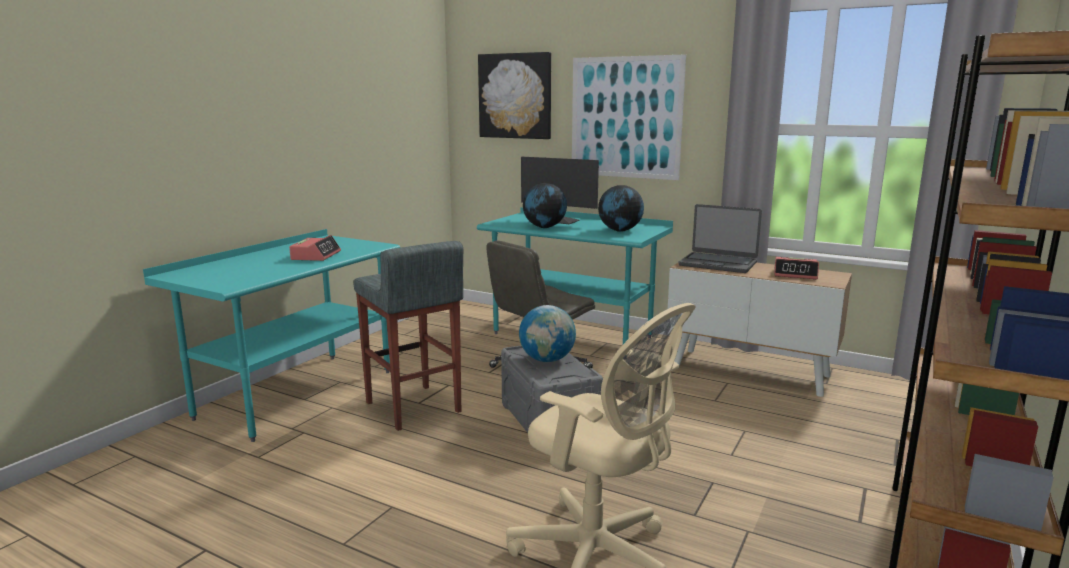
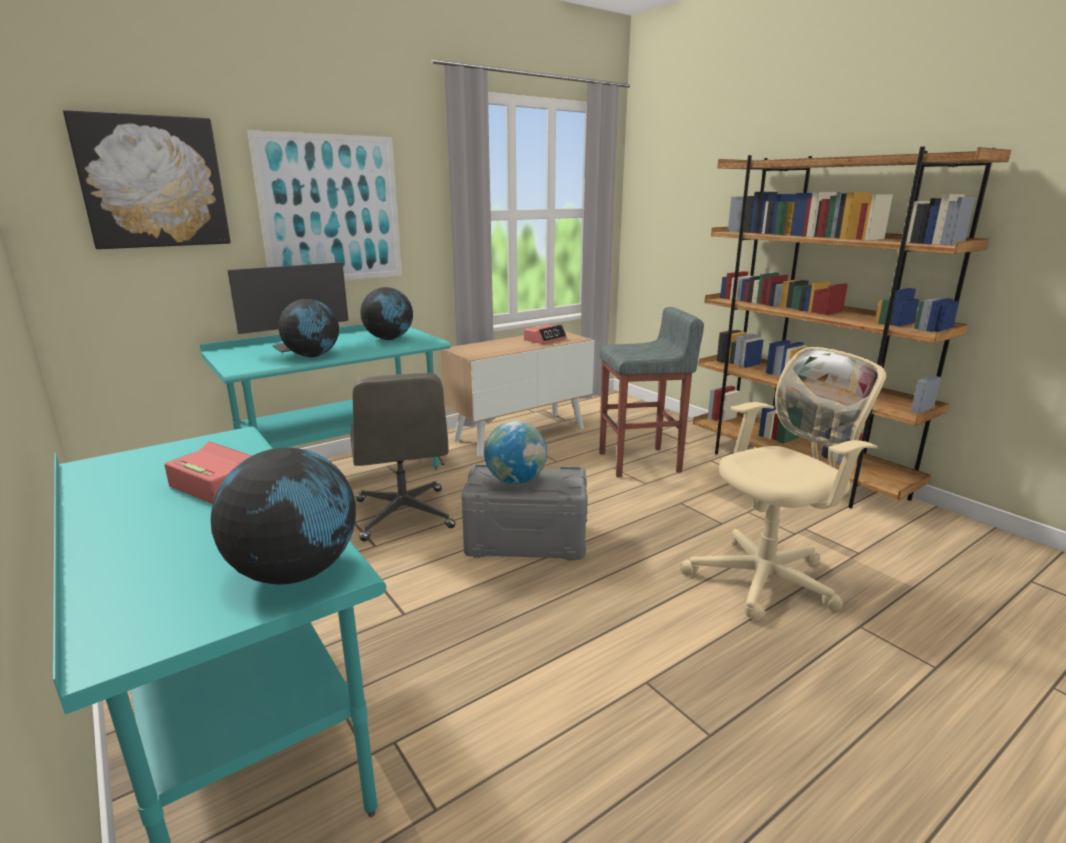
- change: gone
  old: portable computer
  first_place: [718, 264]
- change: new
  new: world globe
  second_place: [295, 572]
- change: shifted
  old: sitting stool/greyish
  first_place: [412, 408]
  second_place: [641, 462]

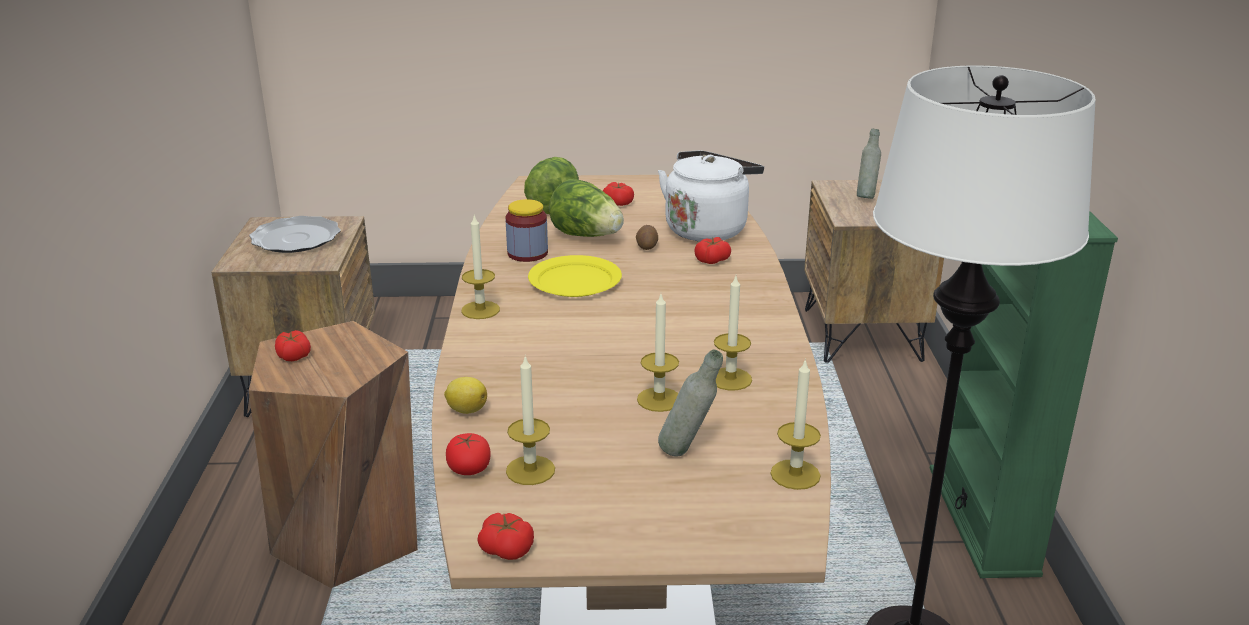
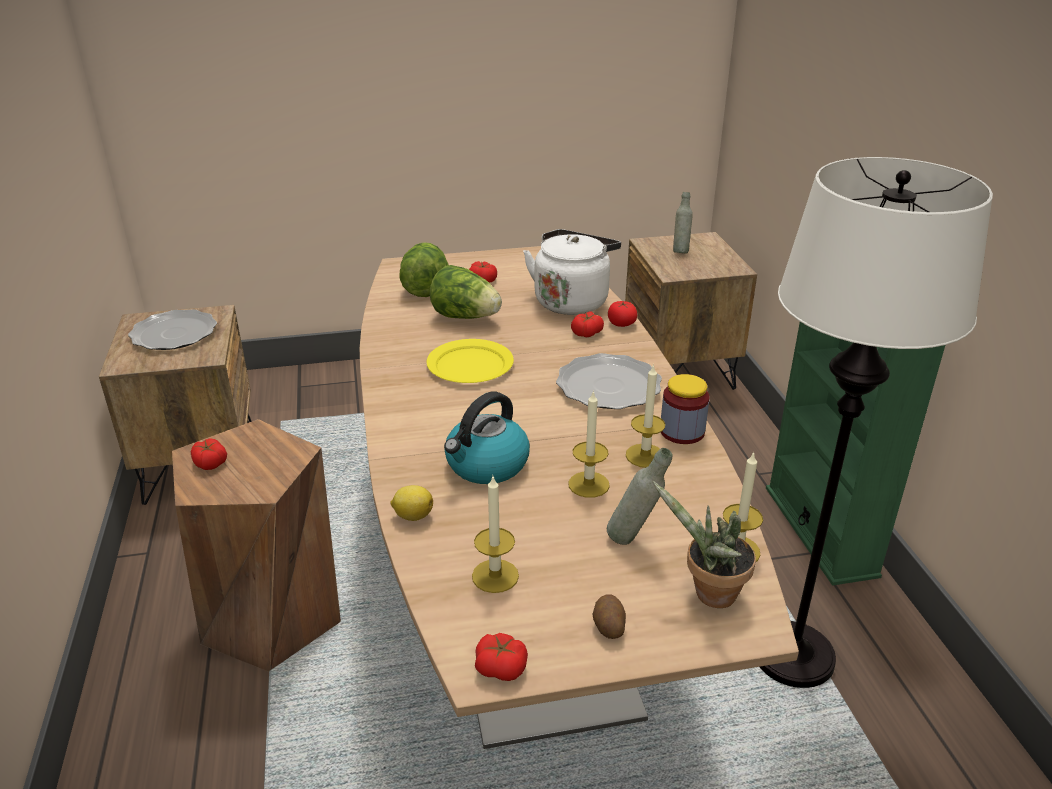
- change: gone
  old: wax candle
  first_place: [480, 310]
- change: new
  new: water kettle
  second_place: [486, 465]
- change: new
  new: plate
  second_place: [609, 386]
- change: new
  new: plant in a pot
  second_place: [709, 594]
- change: shifted
  old: whole tomato
  first_place: [469, 468]
  second_place: [621, 323]
- change: shifted
  old: preserve jar
  first_place: [527, 253]
  second_place: [682, 431]
- change: shifted
  old: spud
  first_place: [646, 246]
  second_place: [608, 626]

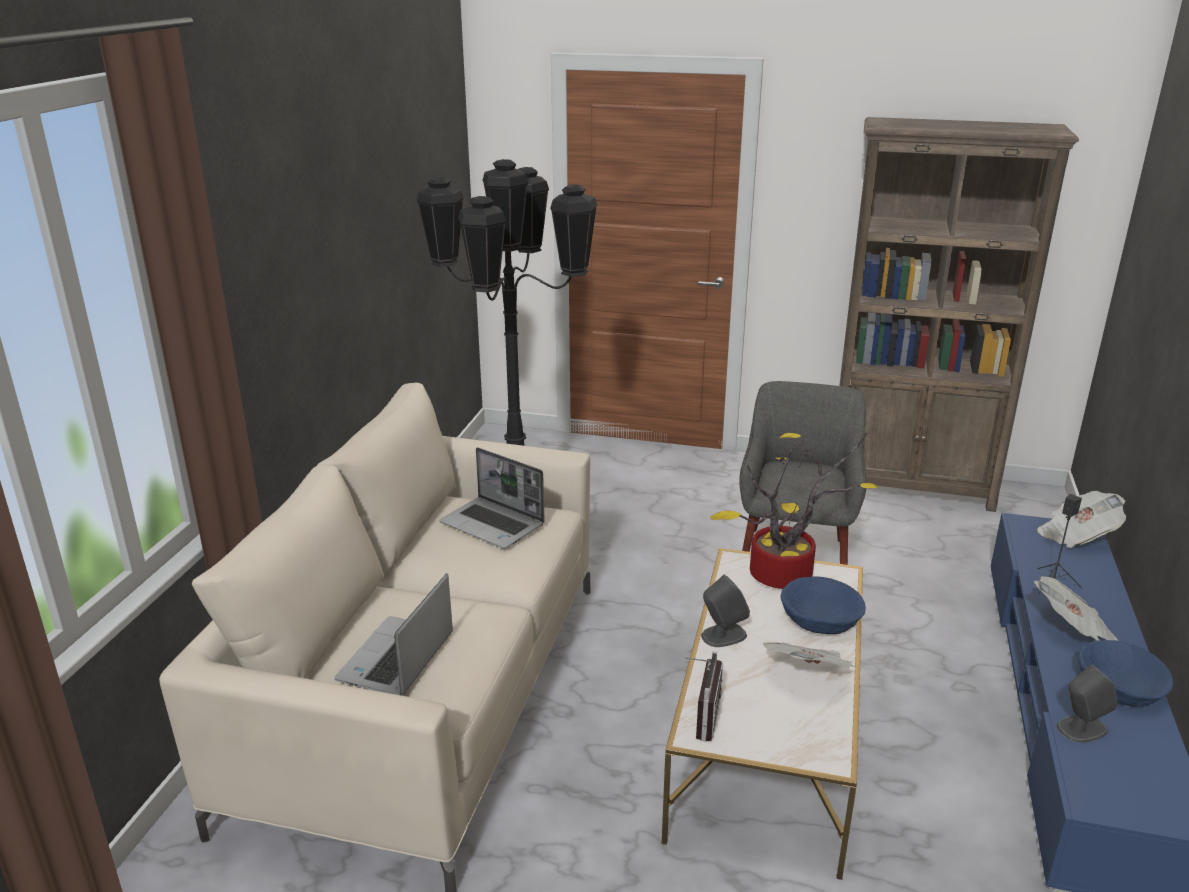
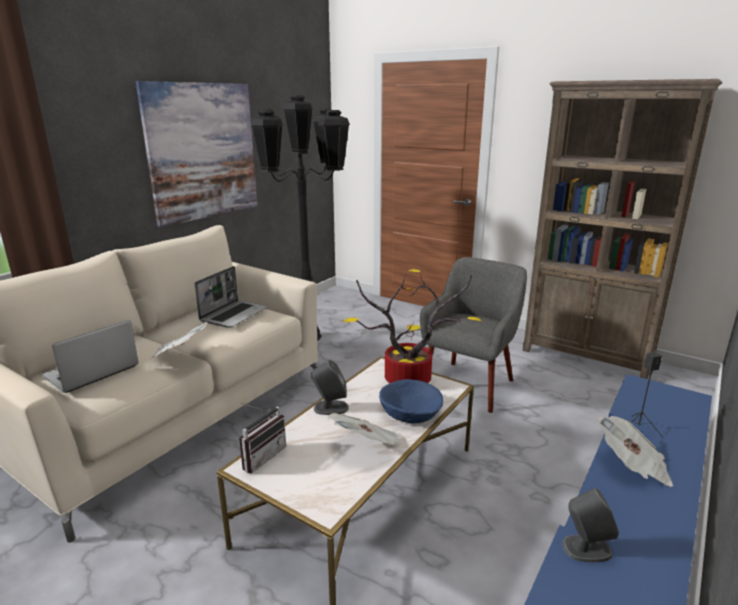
- change: gone
  old: bowl/blue
  first_place: [1118, 686]
- change: new
  new: wall art
  second_place: [203, 152]
- change: shifted
  old: newspaper
  first_place: [1077, 535]
  second_place: [180, 355]
- change: rotated
  old: portable computer
  first_place: [494, 524]
  second_place: [234, 315]
  degrees: -120

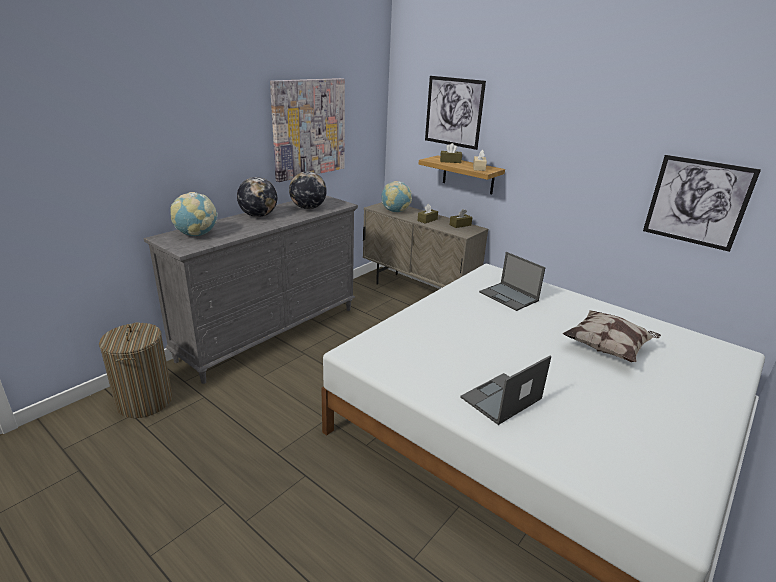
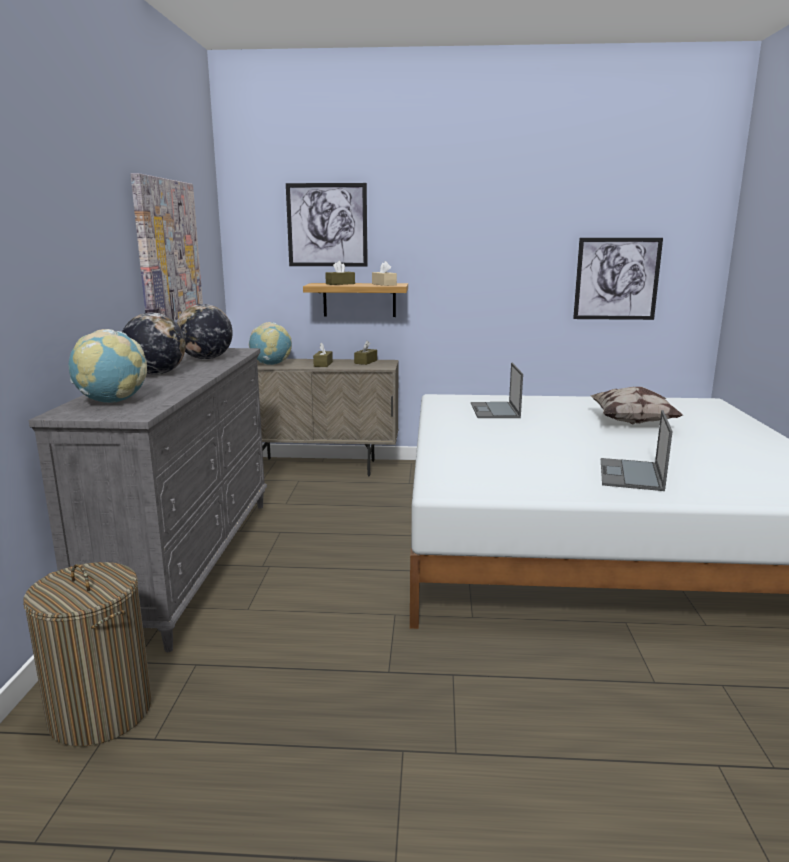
- change: rotated
  old: portable computer
  first_place: [509, 297]
  second_place: [495, 411]
  degrees: 75

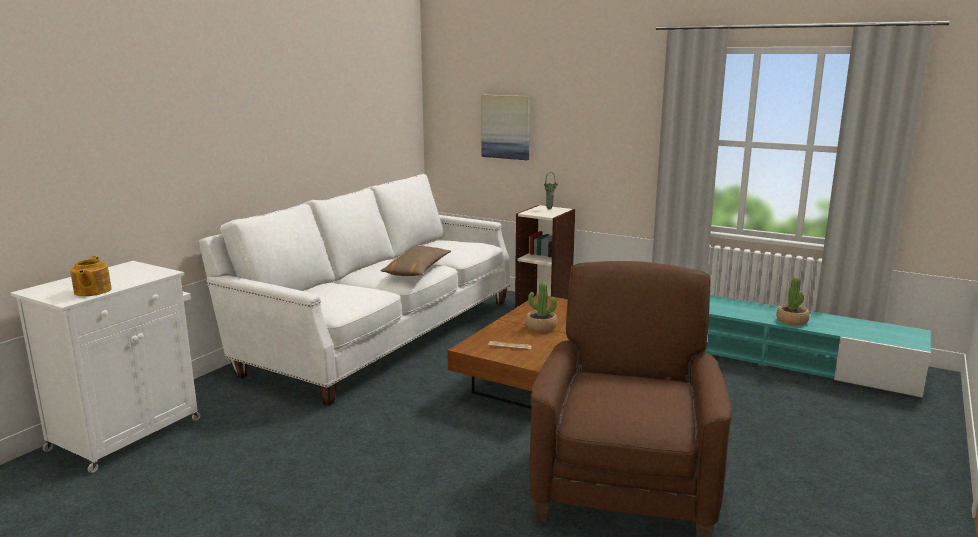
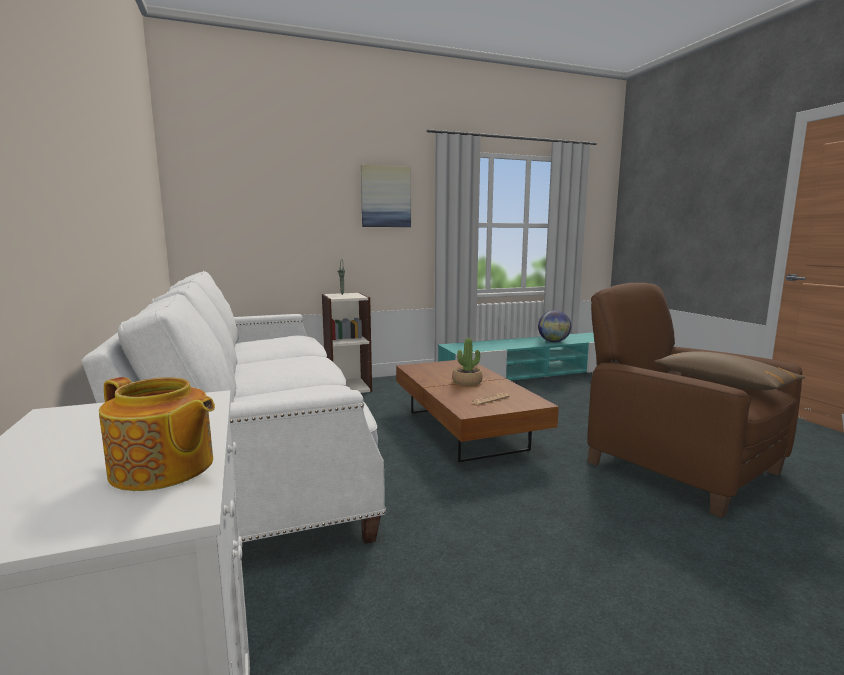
- change: shifted
  old: pillow/brownish
  first_place: [417, 270]
  second_place: [722, 382]
- change: shifted
  old: wall art
  first_place: [506, 127]
  second_place: [385, 197]
- change: swapped
  old: plant in a pot
  new: world globe
  first_place: [792, 321]
  second_place: [553, 341]

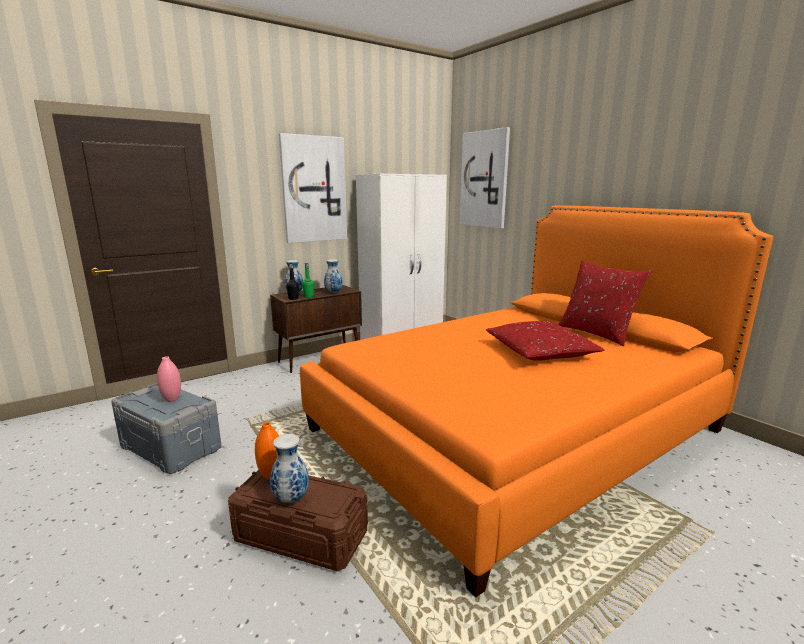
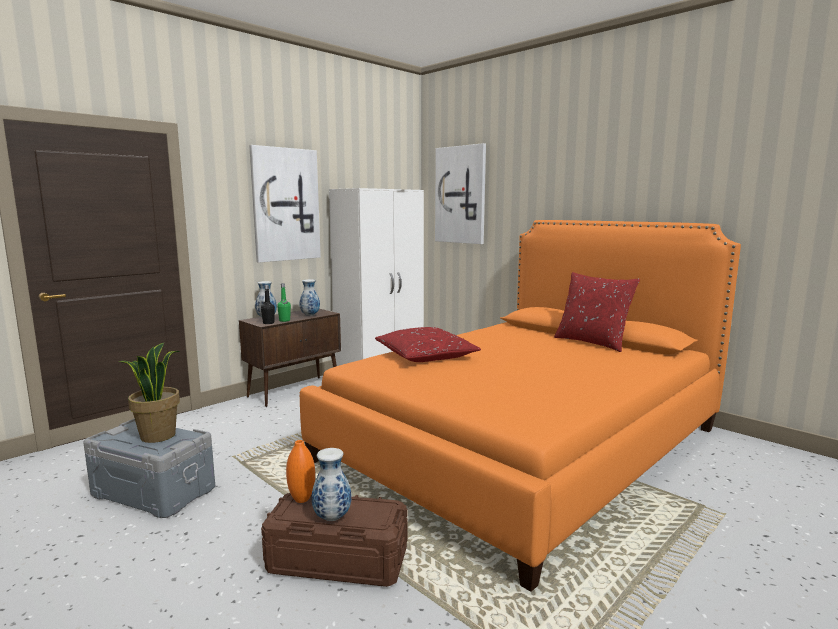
- change: shifted
  old: pillow/red-coloured
  first_place: [540, 351]
  second_place: [425, 356]
- change: swapped
  old: vase/pinkish
  new: plant in a pot
  first_place: [172, 400]
  second_place: [158, 435]

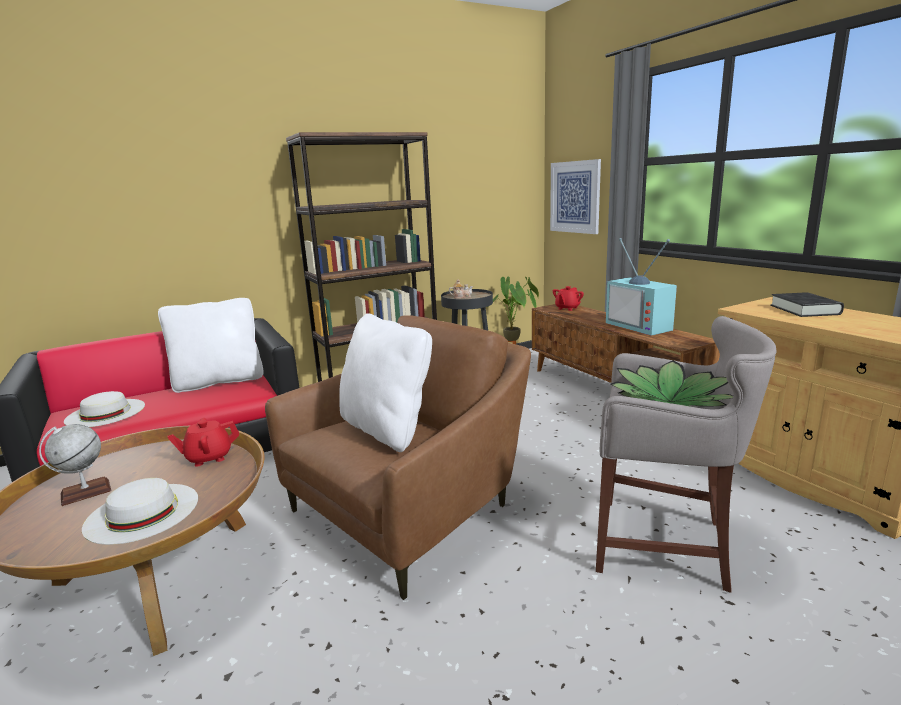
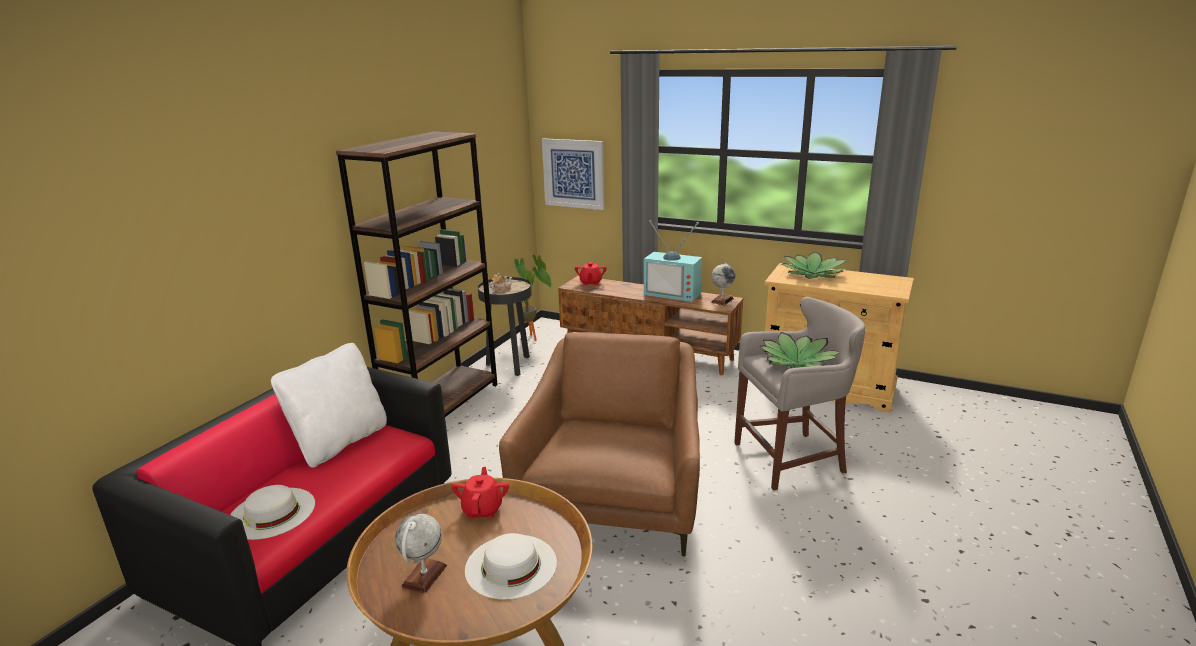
- change: gone
  old: pillow/white
  first_place: [386, 429]
- change: new
  new: world globe
  second_place: [722, 300]
- change: swapped
  old: bound book/blackish
  new: plant in a pot
  first_place: [804, 310]
  second_place: [813, 274]
- change: rotated
  old: tea pot/red-coloured
  first_place: [209, 457]
  second_place: [482, 509]
  degrees: 150

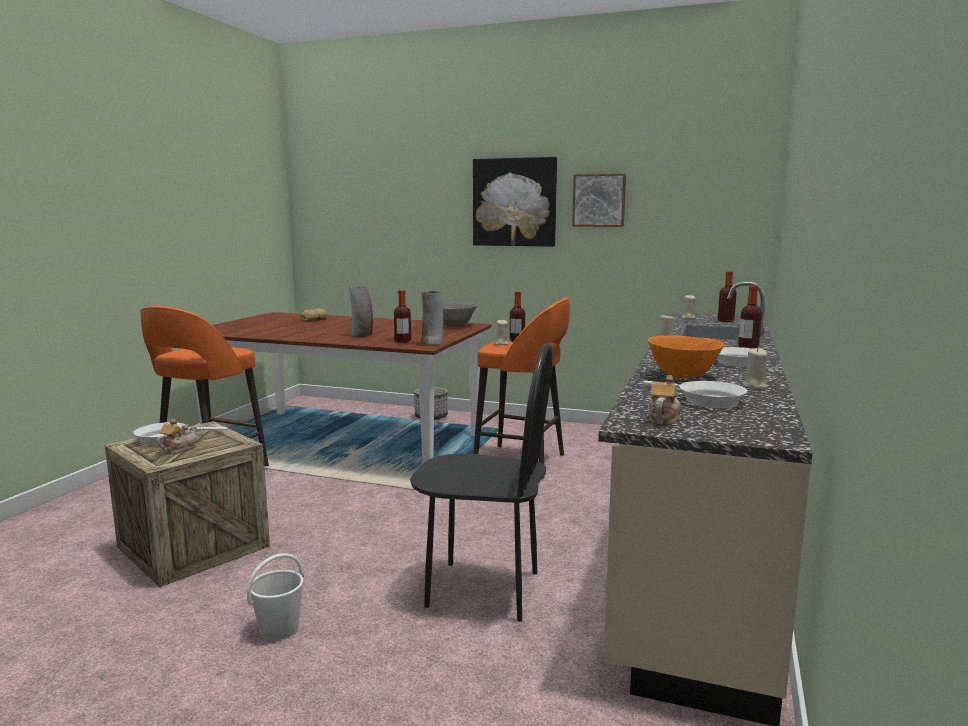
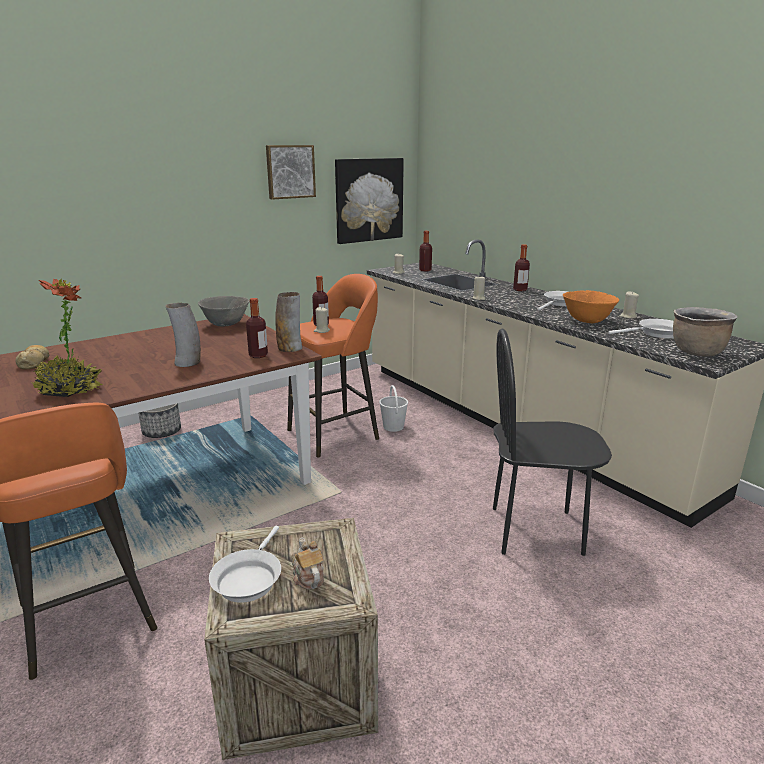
- change: new
  new: plant in a pot
  second_place: [70, 390]
- change: shifted
  old: water bucket/white
  first_place: [280, 629]
  second_place: [393, 426]
- change: shifted
  old: wall art
  first_place: [514, 202]
  second_place: [368, 200]
- change: swapped
  old: tea pot
  new: stockpot/brownish
  first_place: [663, 419]
  second_place: [696, 352]
- change: rotated
  old: chair/blackish
  first_place: [483, 589]
  second_place: [536, 531]
  degrees: -135

